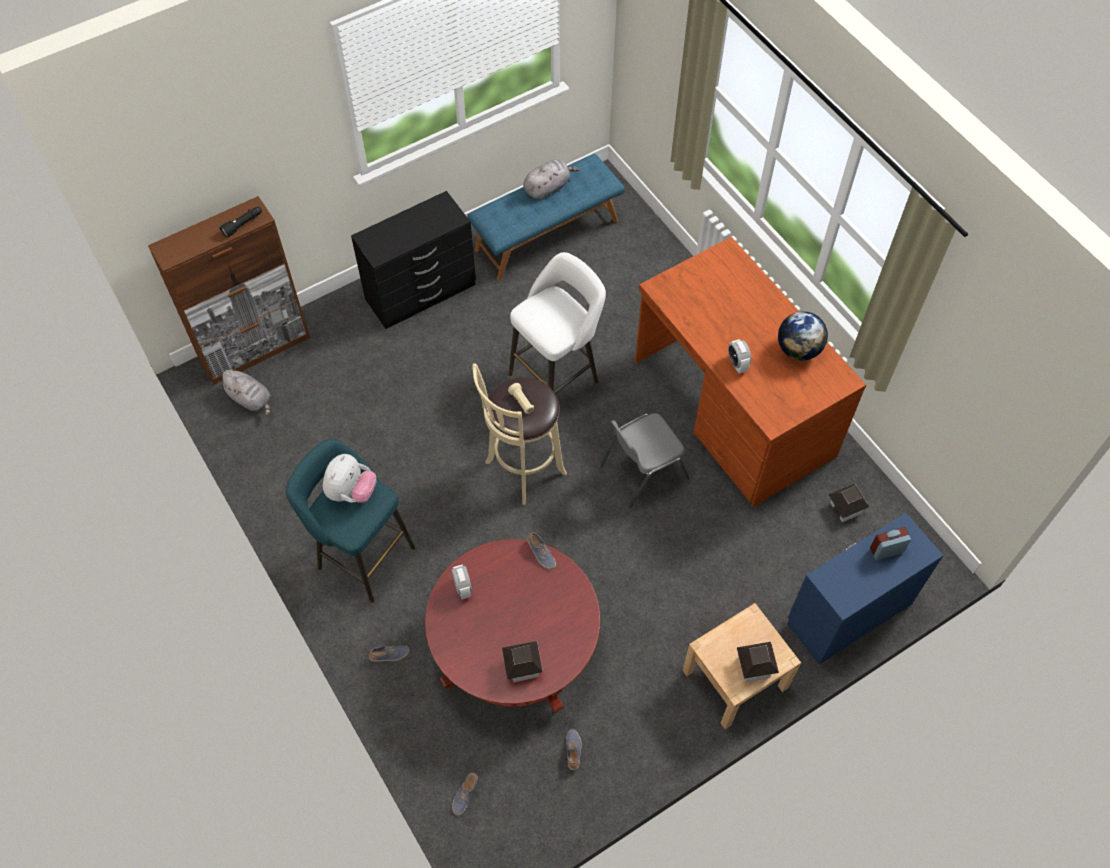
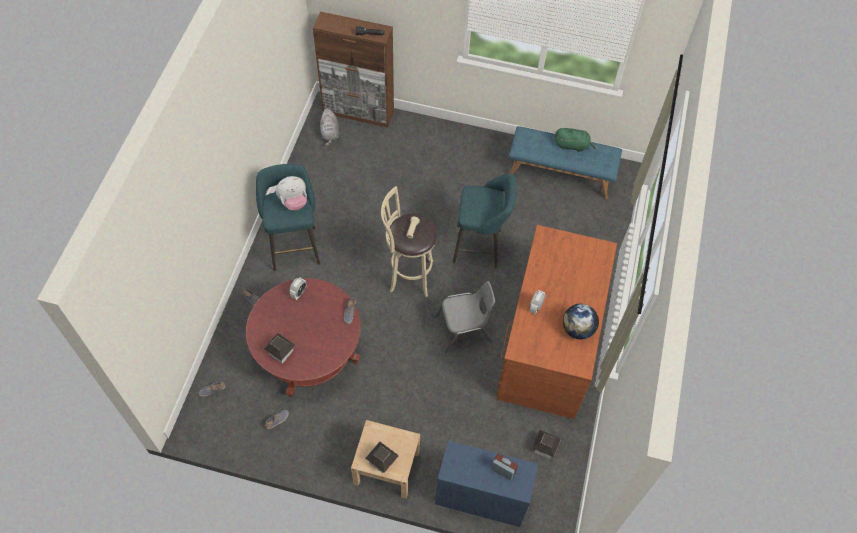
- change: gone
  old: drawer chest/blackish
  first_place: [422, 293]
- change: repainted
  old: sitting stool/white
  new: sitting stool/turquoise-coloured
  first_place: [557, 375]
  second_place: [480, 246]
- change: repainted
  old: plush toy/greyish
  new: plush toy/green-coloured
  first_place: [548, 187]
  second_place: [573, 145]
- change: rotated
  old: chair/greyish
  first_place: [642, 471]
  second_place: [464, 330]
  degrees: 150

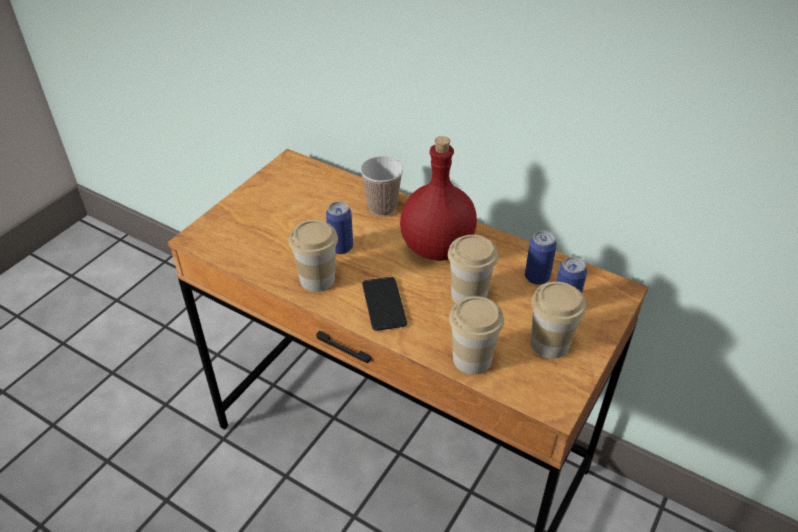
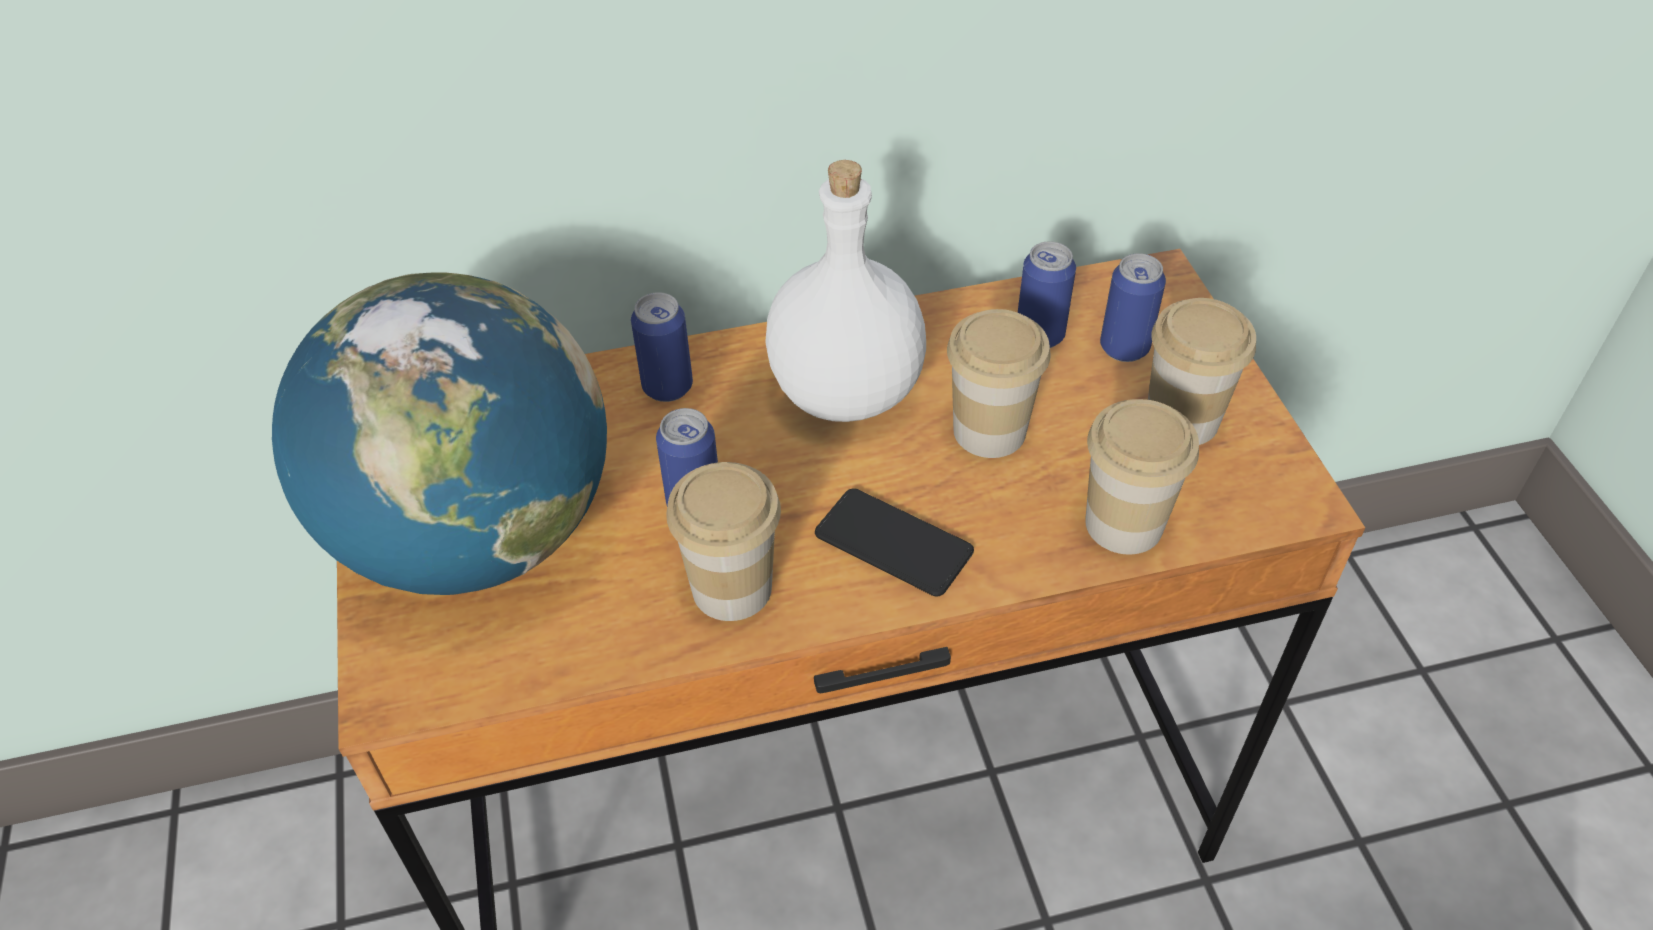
- change: new
  new: world globe
  second_place: [477, 534]
- change: swapped
  old: cup
  new: sealed can
  first_place: [382, 207]
  second_place: [667, 387]
- change: repainted
  old: beverage bottle/red-coloured
  new: beverage bottle/white
  first_place: [438, 247]
  second_place: [846, 390]

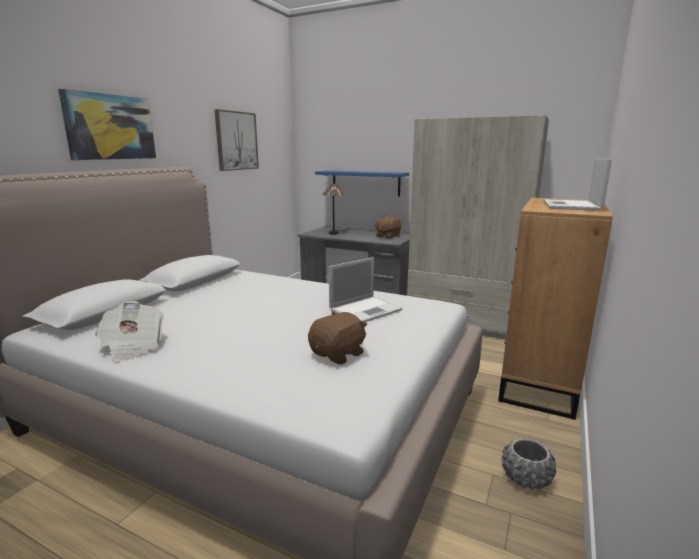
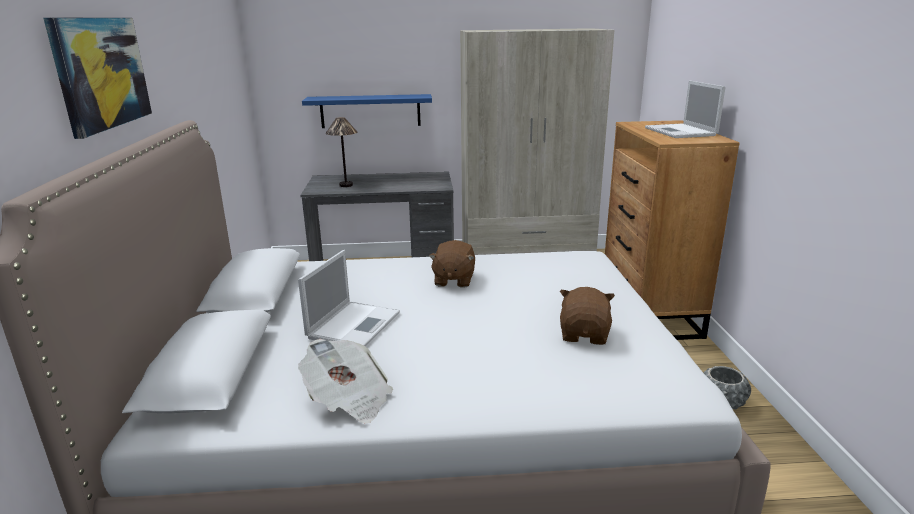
- change: gone
  old: wall art
  first_place: [236, 141]
- change: shifted
  old: portable computer
  first_place: [366, 310]
  second_place: [354, 324]
- change: shifted
  old: plush toy/brownish
  first_place: [387, 236]
  second_place: [453, 280]

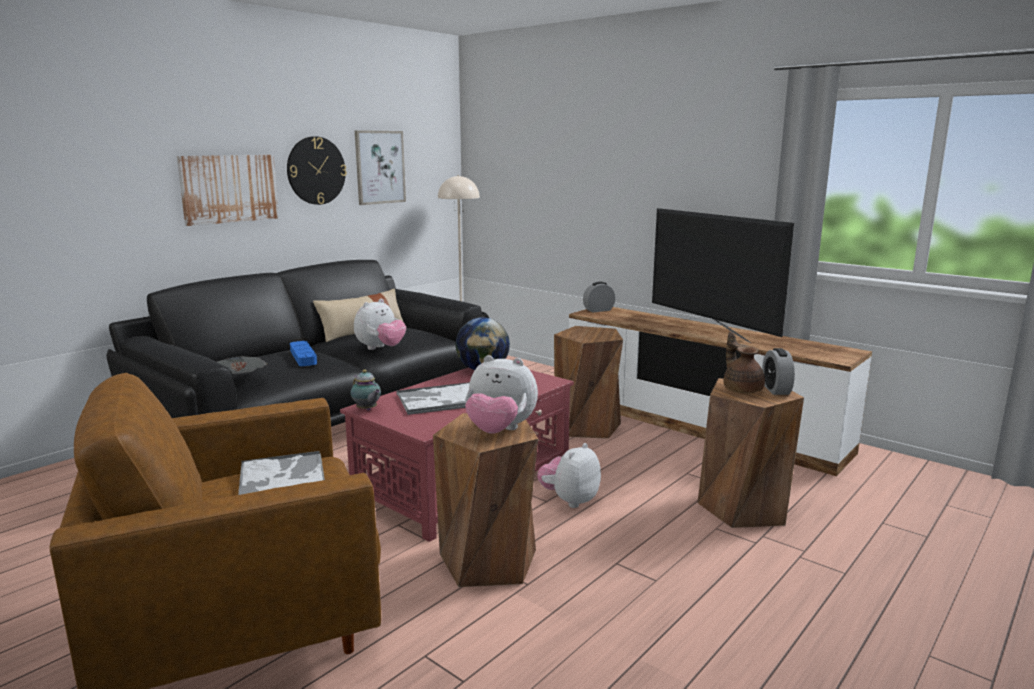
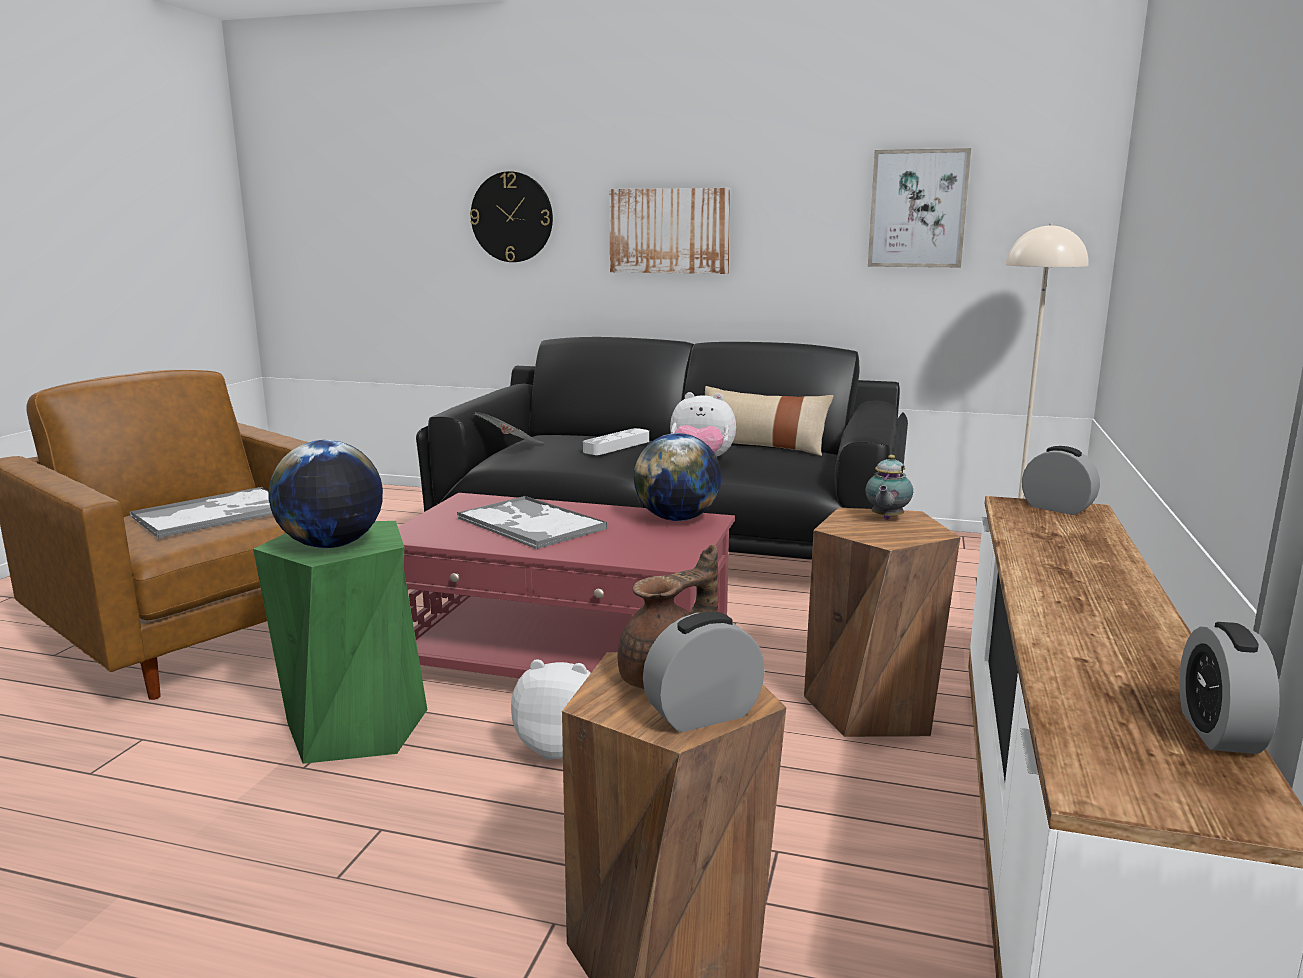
- change: gone
  old: television
  first_place: [710, 331]
- change: new
  new: alarm clock
  second_place: [1218, 732]
- change: shifted
  old: wall clock
  first_place: [316, 170]
  second_place: [512, 217]
- change: shifted
  old: tea pot
  first_place: [367, 410]
  second_place: [886, 518]
- change: swapped
  old: plush toy
  new: world globe
  first_place: [500, 431]
  second_place: [331, 545]
- change: repainted
  old: tray/blue
  new: tray/greyish
  first_place: [303, 357]
  second_place: [617, 446]
- change: repainted
  old: sitting stool/brownish
  new: sitting stool/green-coloured
  first_place: [488, 561]
  second_place: [355, 727]

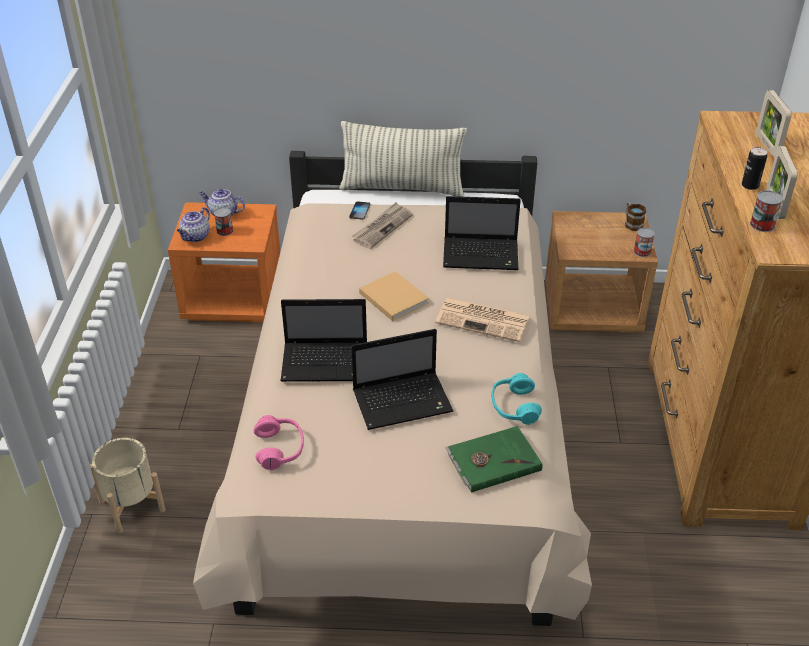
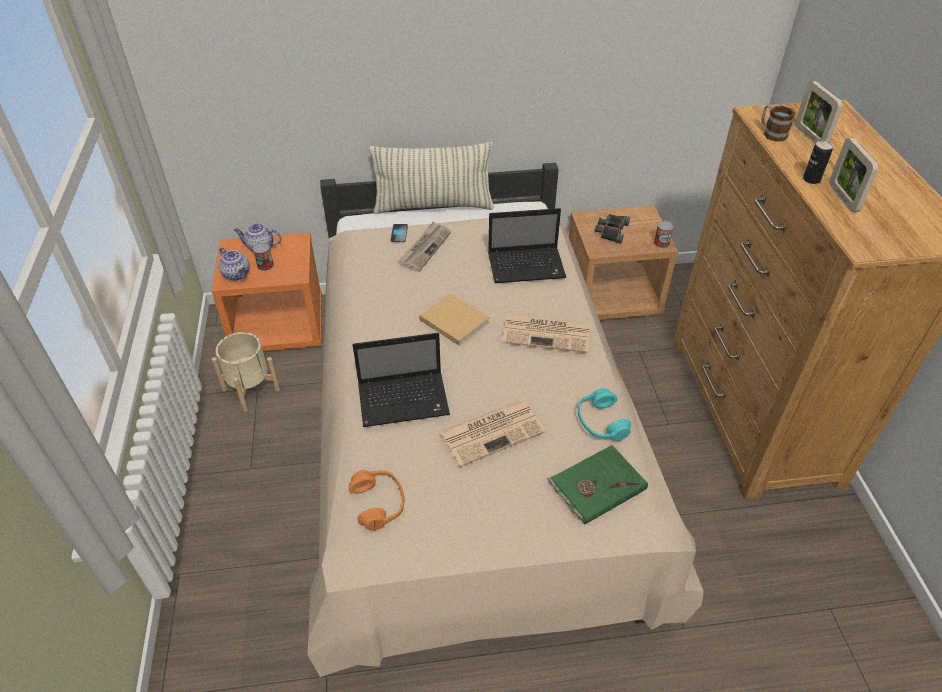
- change: gone
  old: sealed can
  first_place: [762, 225]
- change: new
  new: binoculars/blackish
  second_place: [611, 231]
- change: shifted
  old: plant pot/beige-coloured
  first_place: [131, 506]
  second_place: [250, 389]
- change: shifted
  old: mug
  first_place: [632, 223]
  second_place: [771, 133]
- change: swapped
  old: portable computer
  new: newspaper
  first_place: [404, 401]
  second_place: [492, 432]
- change: repainted
  old: pair of headphones/pinkish
  new: pair of headphones/orange
  first_place: [280, 449]
  second_place: [379, 503]
- change: rotated
  old: tea pot
  first_place: [195, 237]
  second_place: [237, 274]
  degrees: -60

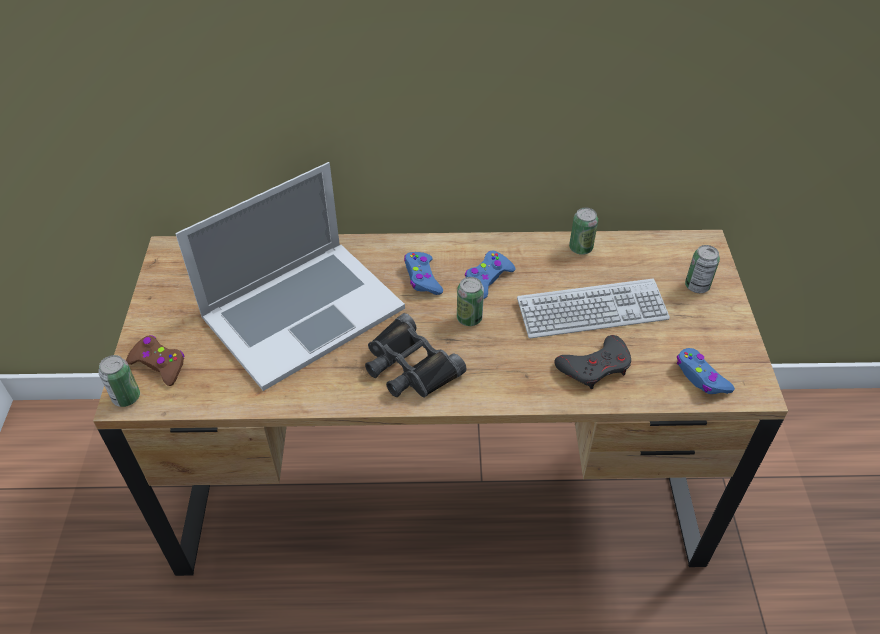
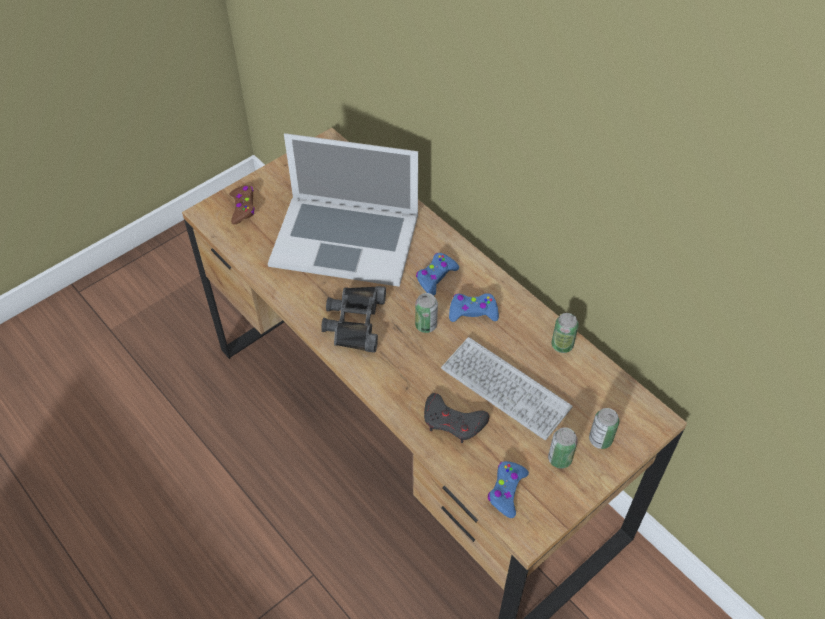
- change: shifted
  old: sealed can
  first_place: [126, 397]
  second_place: [559, 459]

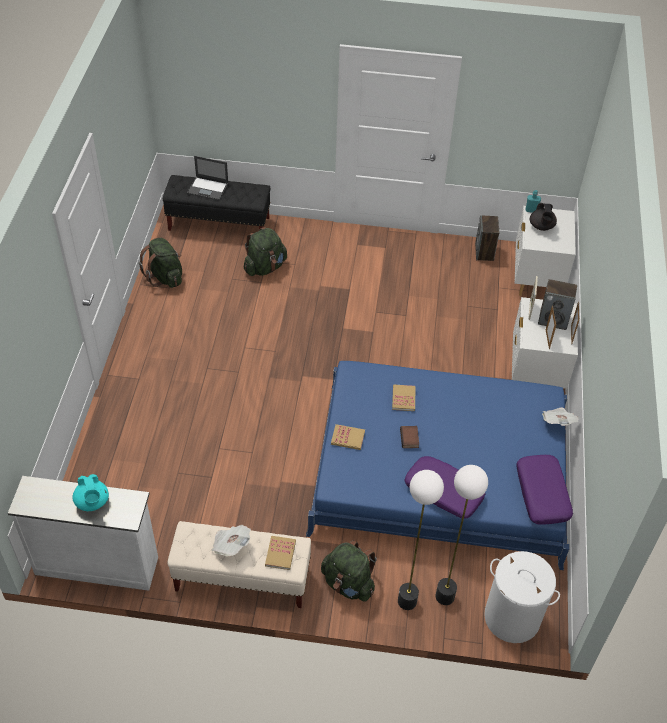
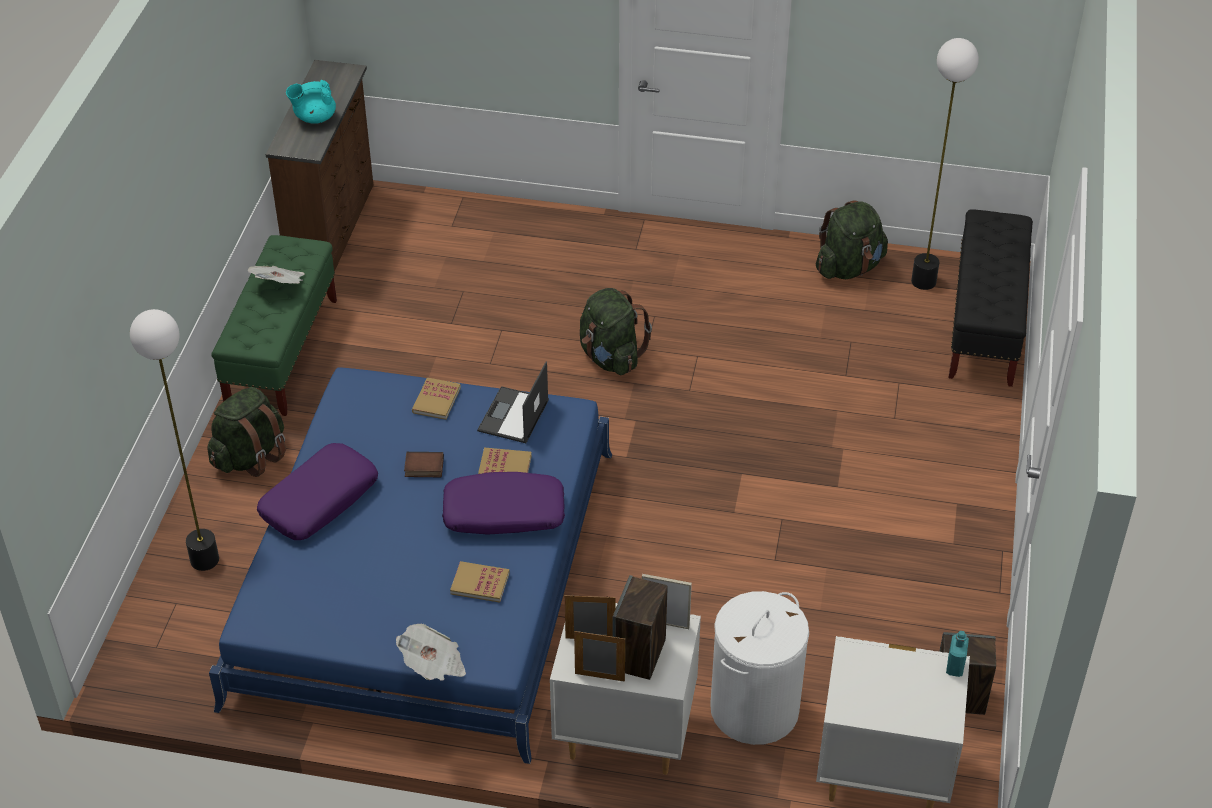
- change: gone
  old: tea pot/blackish
  first_place: [541, 226]
- change: shifted
  old: portable computer
  first_place: [208, 188]
  second_place: [513, 416]
- change: shifted
  old: rucksack/green-coloured
  first_place: [265, 267]
  second_place: [610, 357]
- change: shifted
  old: bound book
  first_place: [280, 553]
  second_place: [480, 583]
- change: shifted
  old: standing lamp
  first_place: [407, 601]
  second_place: [924, 281]
- change: shifted
  old: laundry basket/white
  first_place: [511, 617]
  second_place: [754, 709]
- change: shifted
  old: pillow/purple-coloured
  first_place: [542, 494]
  second_place: [503, 514]
- change: repainted
  old: drawer chest/white
  new: drawer chest/brownish
  first_place: [96, 564]
  second_place: [333, 227]
- change: repainted
  old: long seat/beige-coloured
  new: long seat/green-coloured
  first_place: [242, 579]
  second_place: [282, 352]

